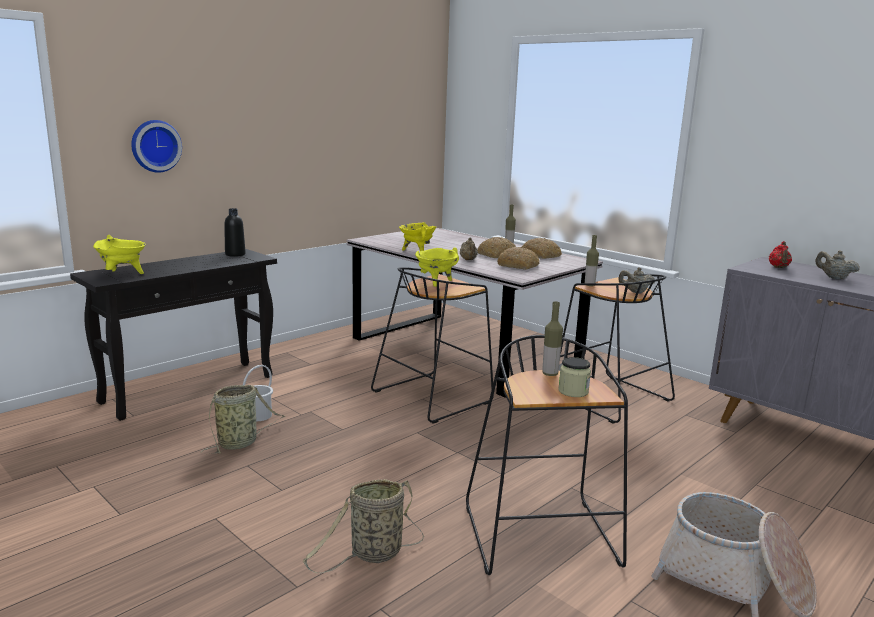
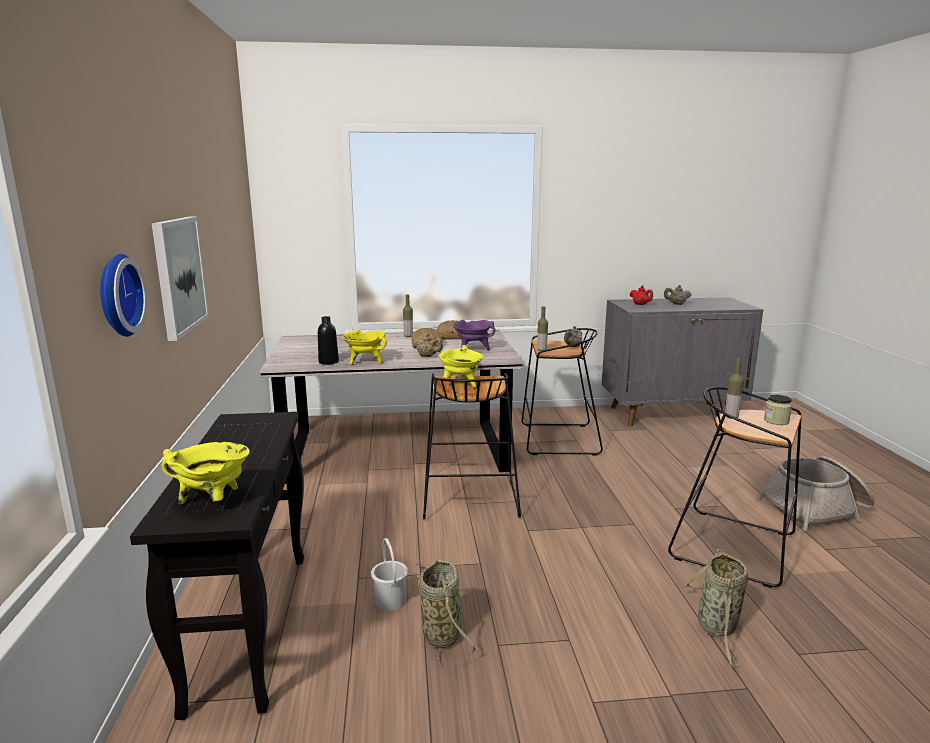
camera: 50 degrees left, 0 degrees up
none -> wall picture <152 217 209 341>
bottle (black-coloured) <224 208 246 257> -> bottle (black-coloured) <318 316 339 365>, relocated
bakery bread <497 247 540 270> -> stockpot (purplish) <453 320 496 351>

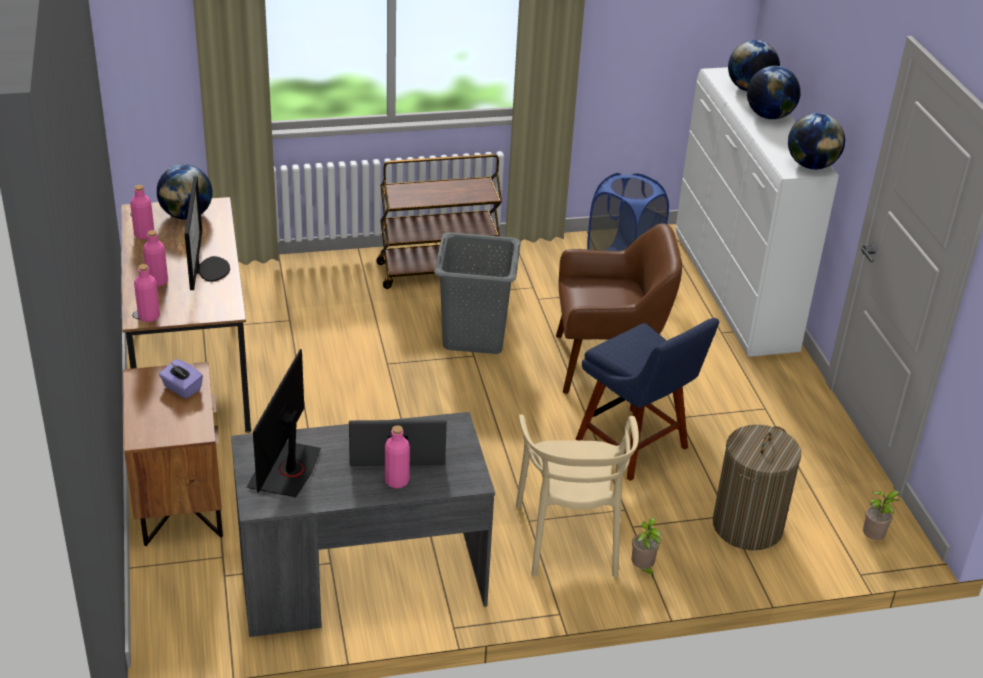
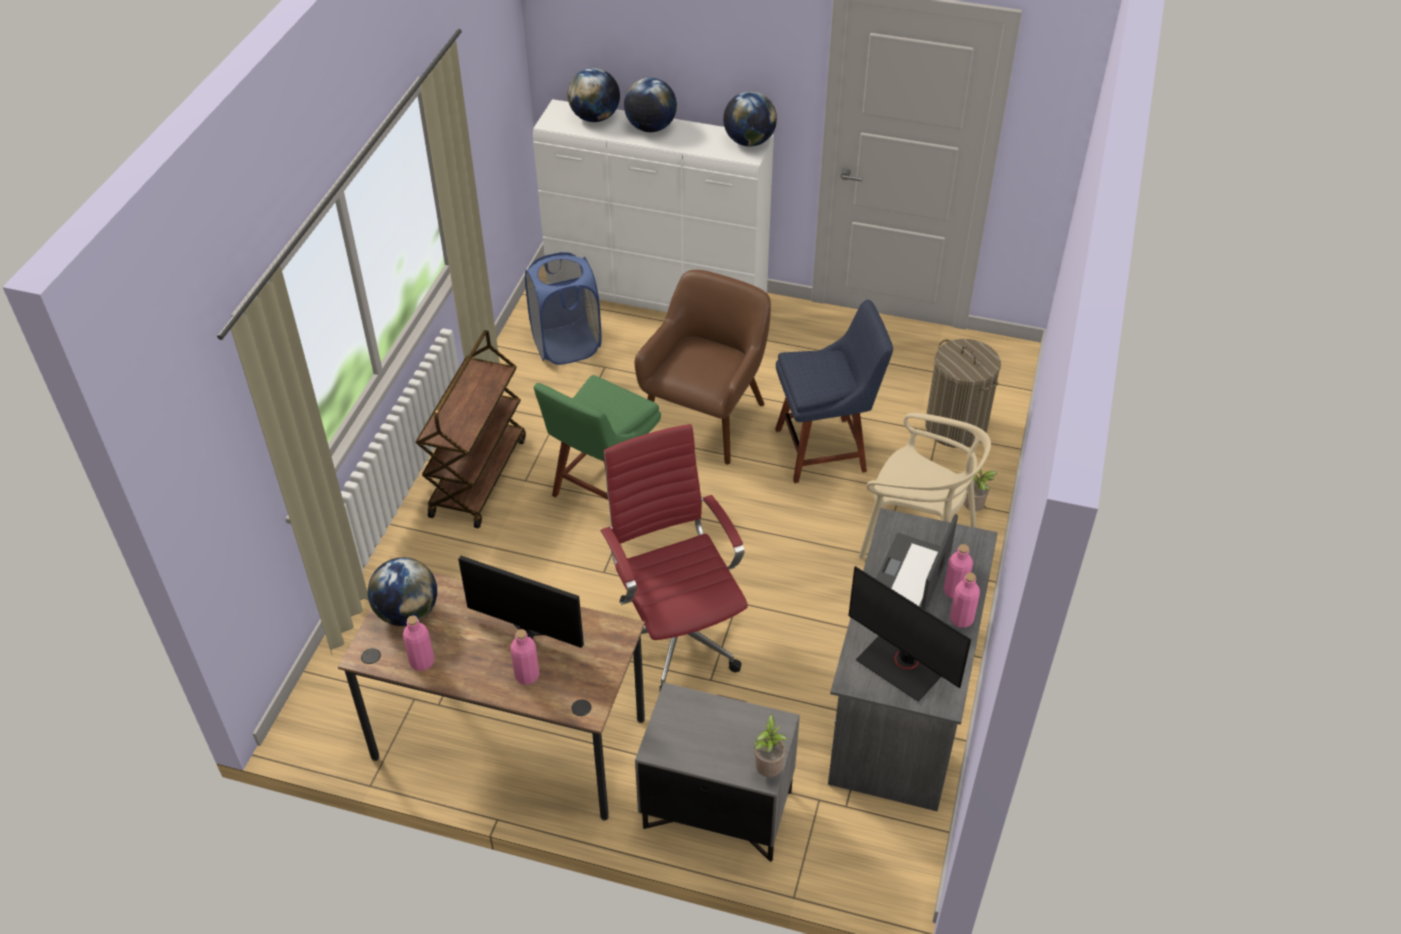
camera: 60 degrees left, 10 degrees up
hamper (grey) <434 232 521 354> -> plain chair (greenish) <534 375 661 500>
none -> office chair (red) <600 424 748 691>
night table (brown-coloured) <123 362 223 546> -> night table (grey) <635 683 800 862>
plant in a pot <863 490 900 540> -> plant in a pot <754 714 788 777>, relocated
bottle (pinkish) <134 264 160 322> -> bottle (pinkish) <950 573 980 628>, relocated
tissue box (purplish) <159 359 203 399> -> none

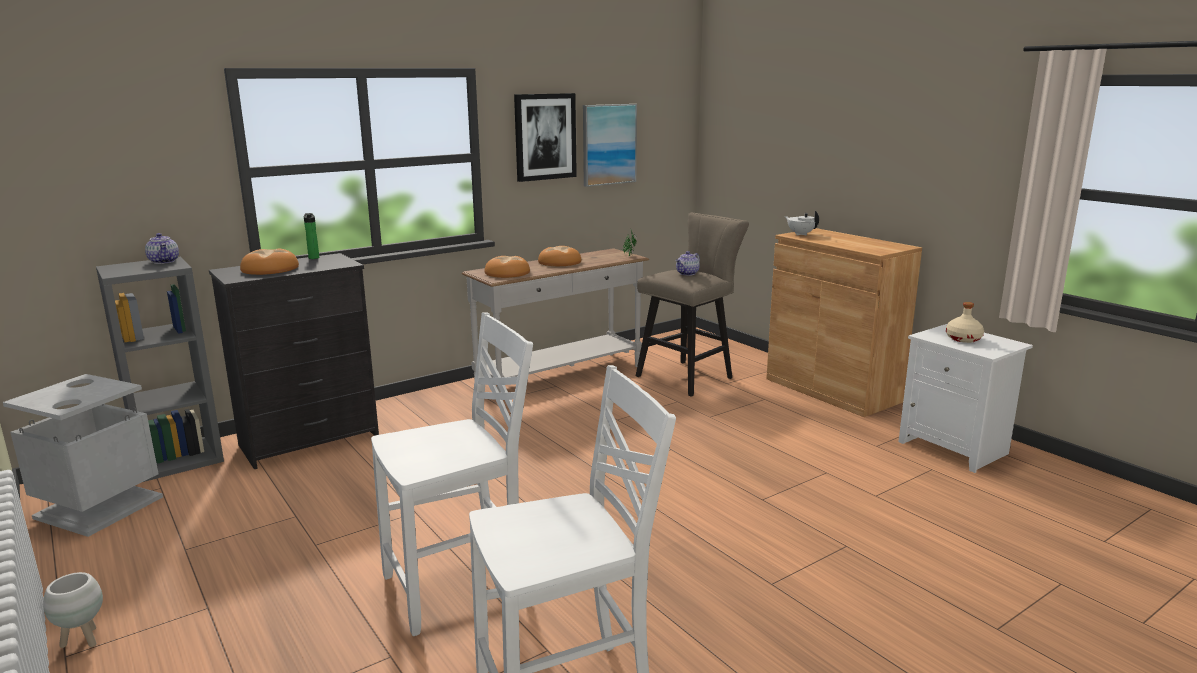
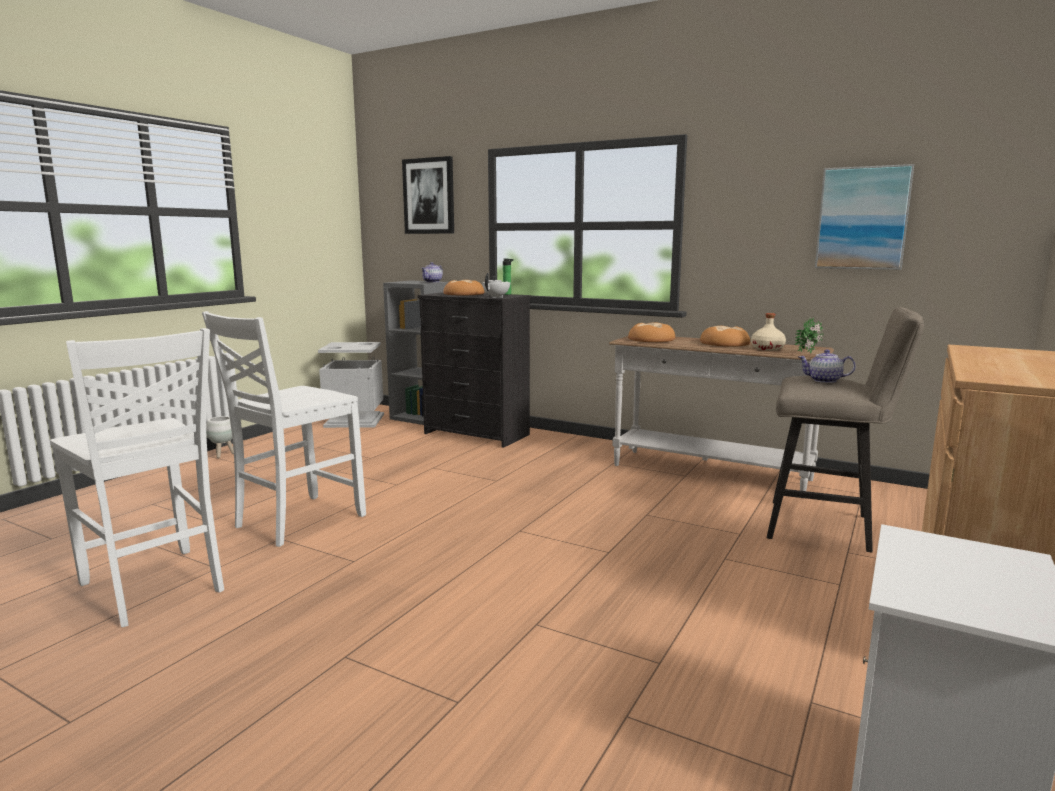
camera: 65 degrees right, 5 degrees down
plain chair (white) <371 312 533 636> -> plain chair (white) <202 311 366 547>, 90 degrees clockwise
wall picture <514 93 577 182> -> wall picture <402 156 454 234>, relocated
pot for tea (white) <785 211 819 236> -> pot for tea (white) <482 273 510 298>, relocated
bottle (sand-coloured) <946 302 984 343> -> bottle (sand-coloured) <751 313 786 351>, relocated

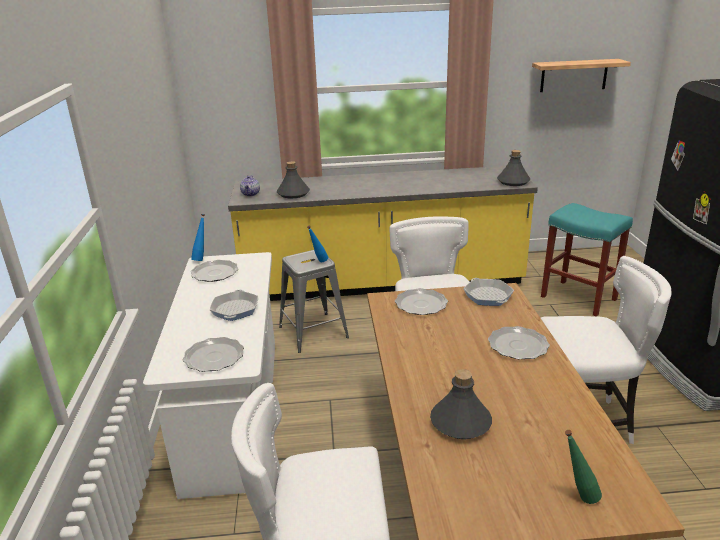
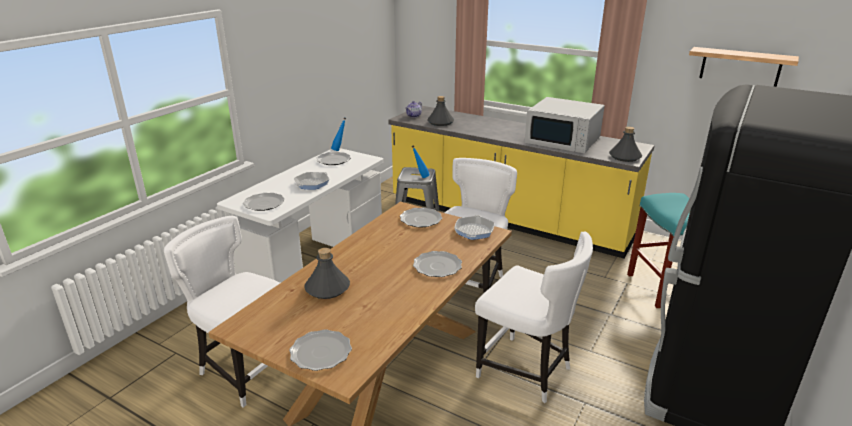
camera: 35 degrees right, 0 degrees up
bottle (greenish) <565 430 602 504> -> dinner plate <289 329 352 371>
none -> kitchen microwave (white) <525 97 605 153>

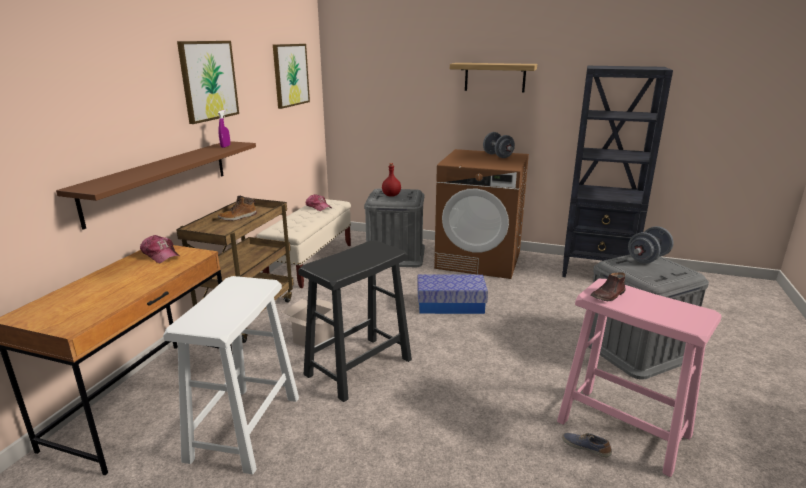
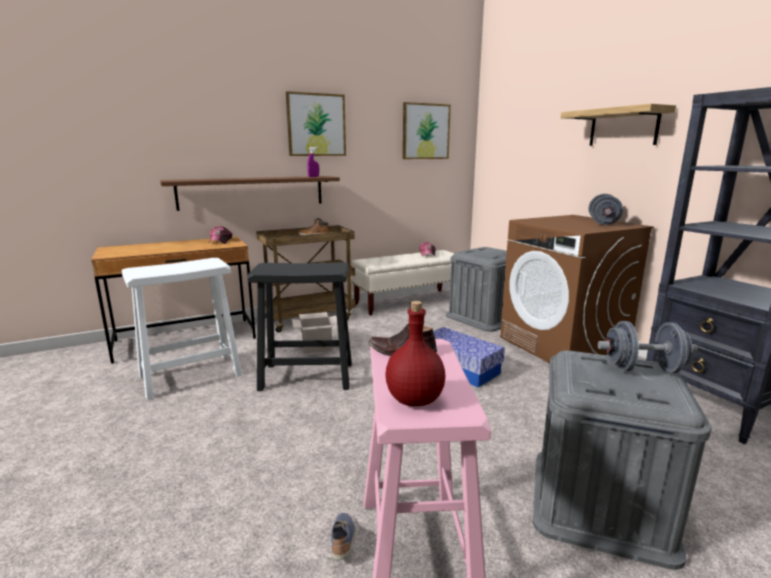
camera: 45 degrees right, 5 degrees down
bottle (red) <382 163 401 197> -> bottle (red) <386 301 446 406>, relocated

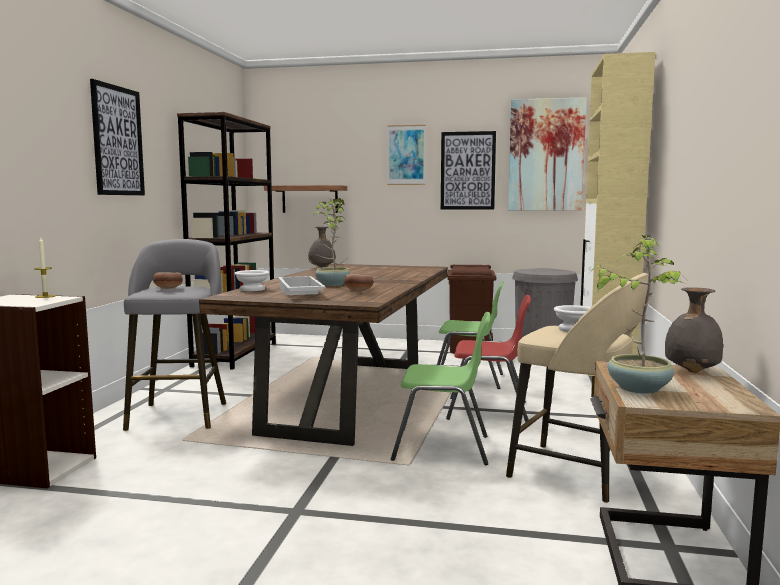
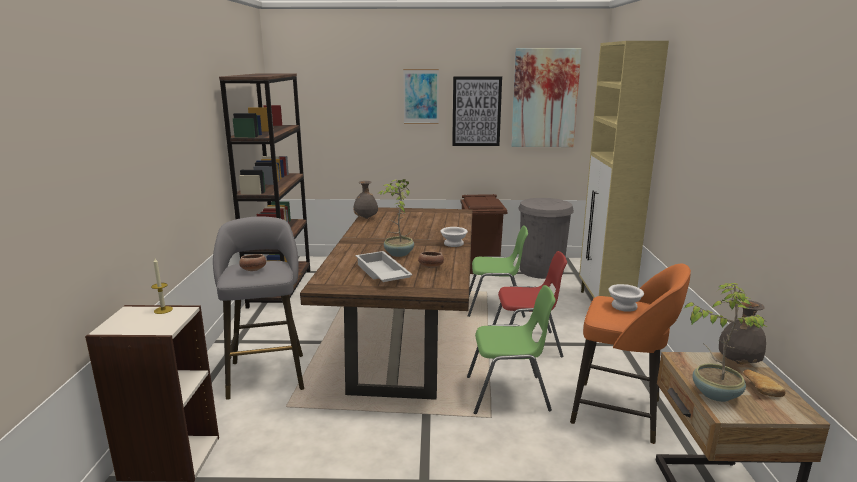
camera: 10 degrees left, 10 degrees up
serving bowl (white) <234 270 270 291> -> serving bowl (white) <440 227 468 247>, relocated
stool seat (sand-coloured) <506 273 648 503> -> stool seat (orange-coloured) <570 264 691 444>
none -> bakery bread <743 369 786 397>
wall picture <90 79 145 195> -> none
shelf <264 185 347 213> -> none

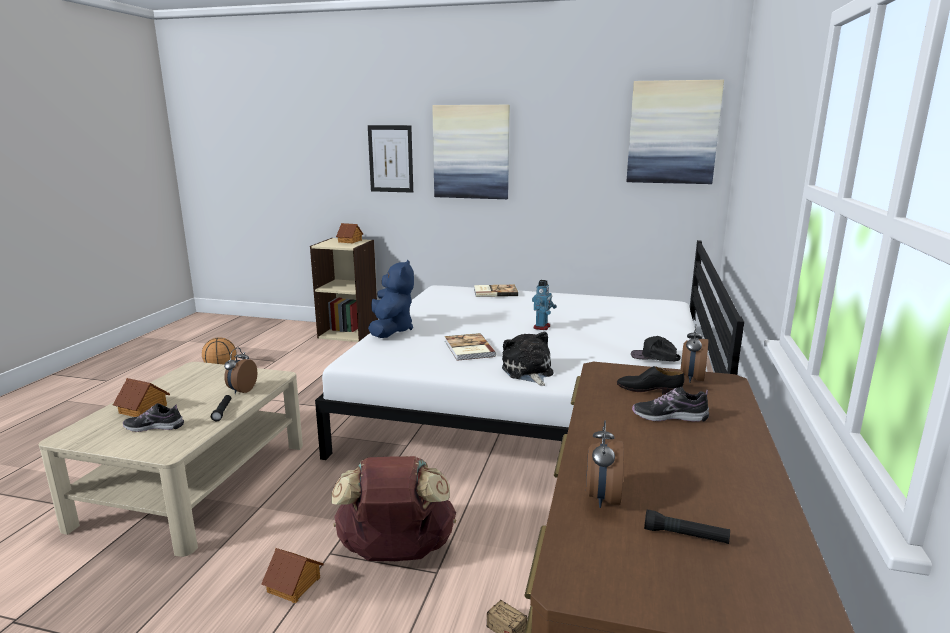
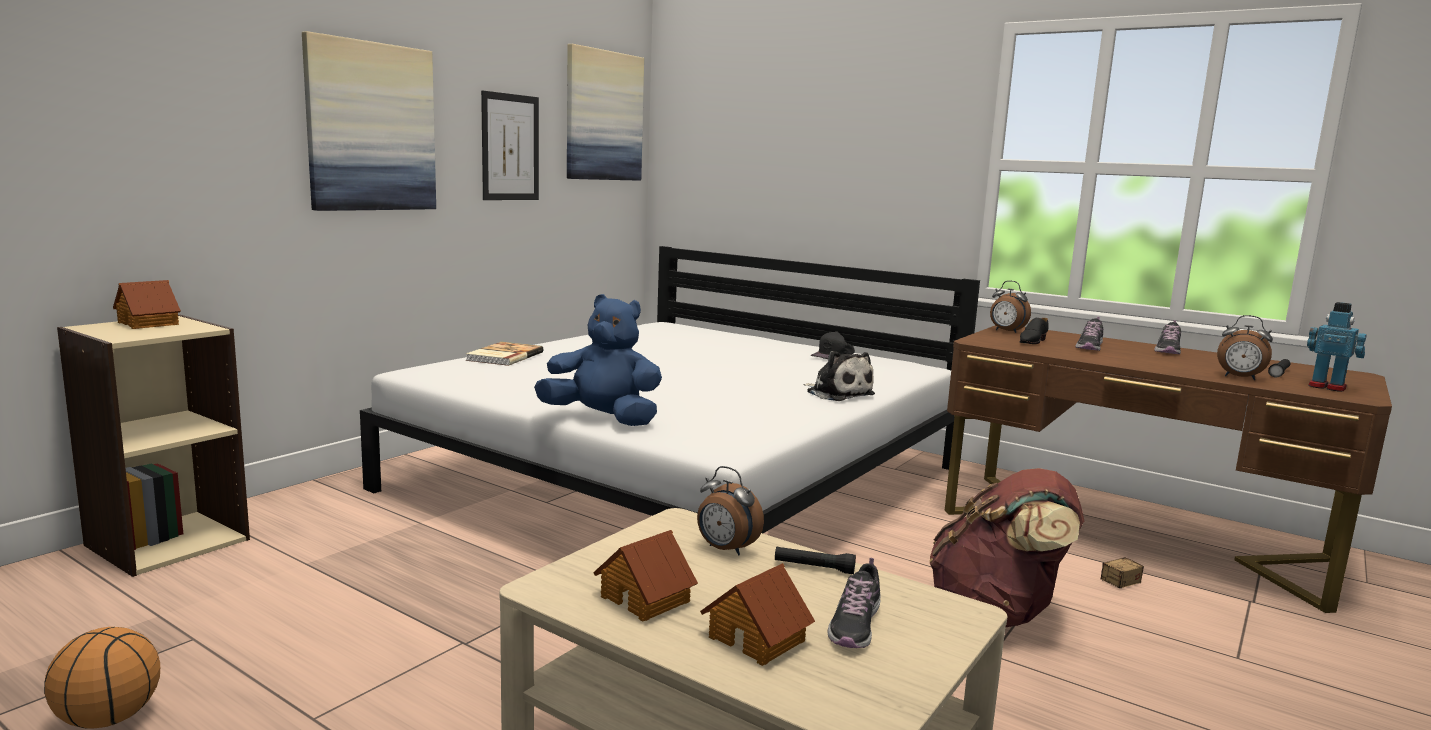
camera: 70 degrees left, 5 degrees down
wall picture <368 125 413 193> -> wall picture <481 90 539 200>, relocated
model house <261 548 324 603> -> model house <593 530 698 621>, relocated
cuddly toy <502 332 554 386> -> cuddly toy <804 351 875 401>, 135 degrees counterclockwise
none -> shoe <1154 320 1181 354>
robot figure <532 280 557 330> -> robot figure <1307 302 1366 392>, relocated
bound book <445 333 496 361> -> none

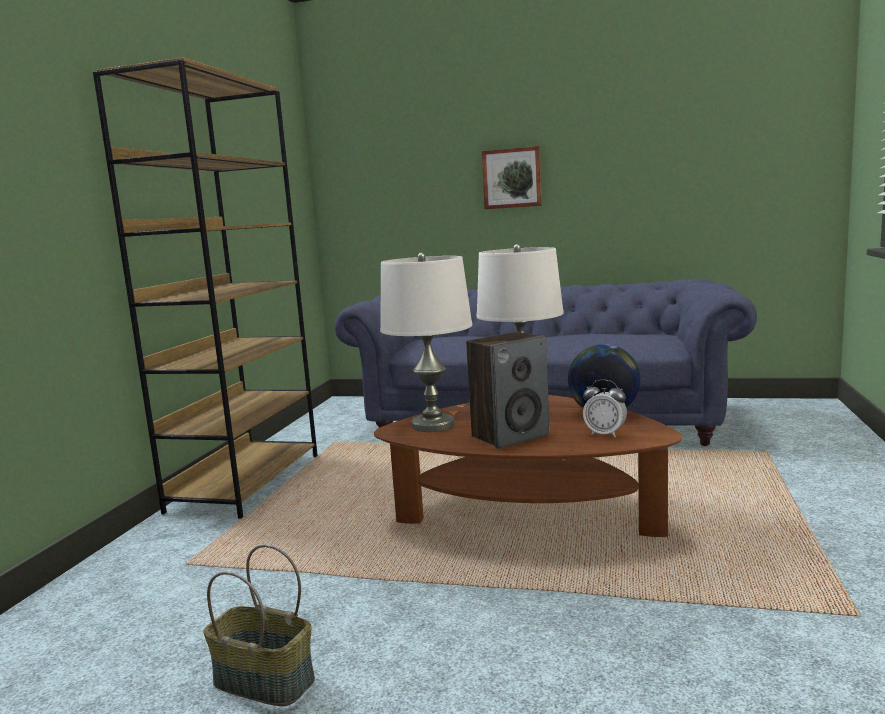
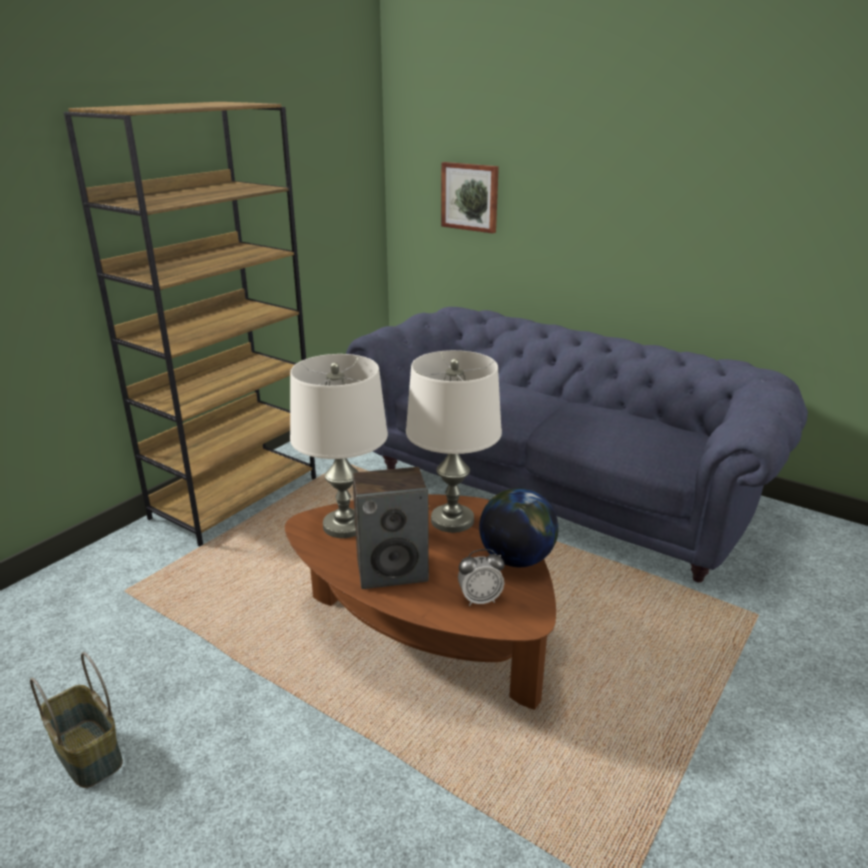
camera: 20 degrees right, 15 degrees up
wall picture <482 146 542 209> -> wall picture <441 162 499 233>, relocated
bedside clock <583 380 627 437> -> bedside clock <458 549 505 606>, 60 degrees counterclockwise

